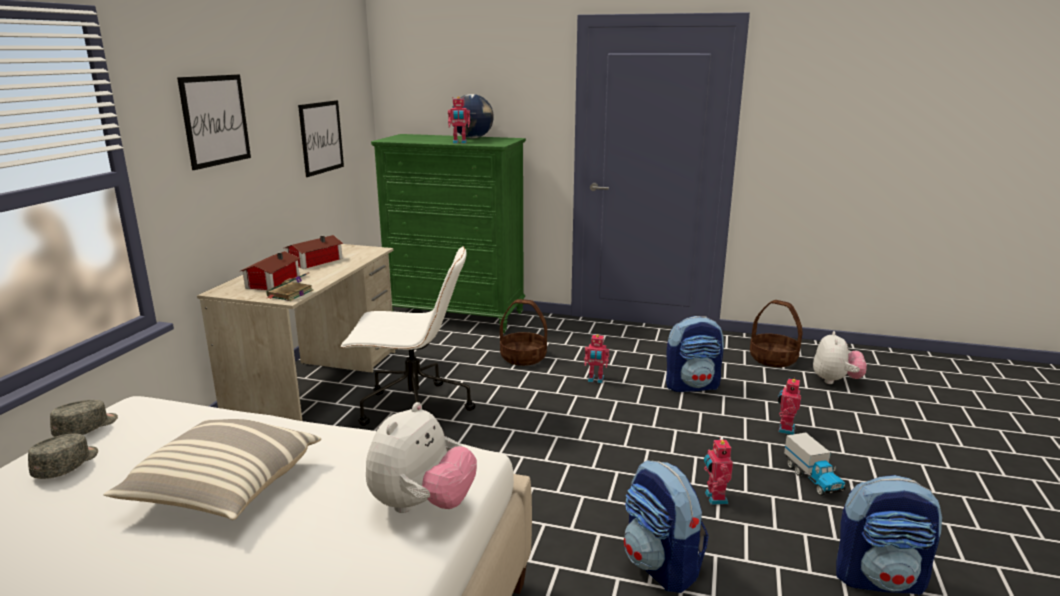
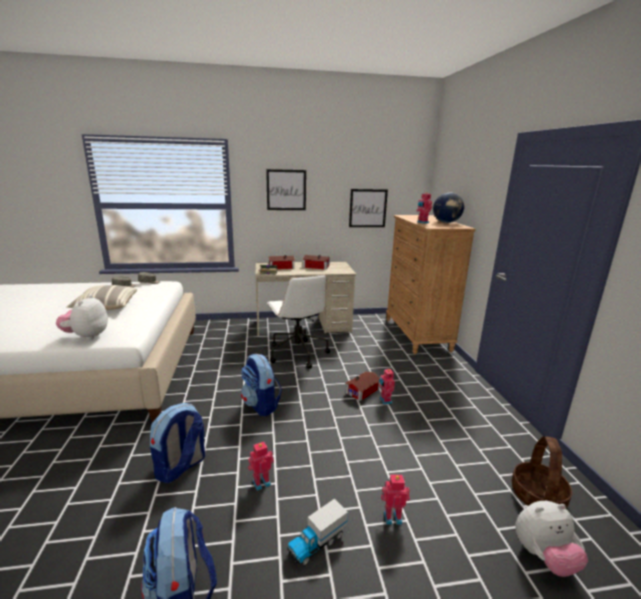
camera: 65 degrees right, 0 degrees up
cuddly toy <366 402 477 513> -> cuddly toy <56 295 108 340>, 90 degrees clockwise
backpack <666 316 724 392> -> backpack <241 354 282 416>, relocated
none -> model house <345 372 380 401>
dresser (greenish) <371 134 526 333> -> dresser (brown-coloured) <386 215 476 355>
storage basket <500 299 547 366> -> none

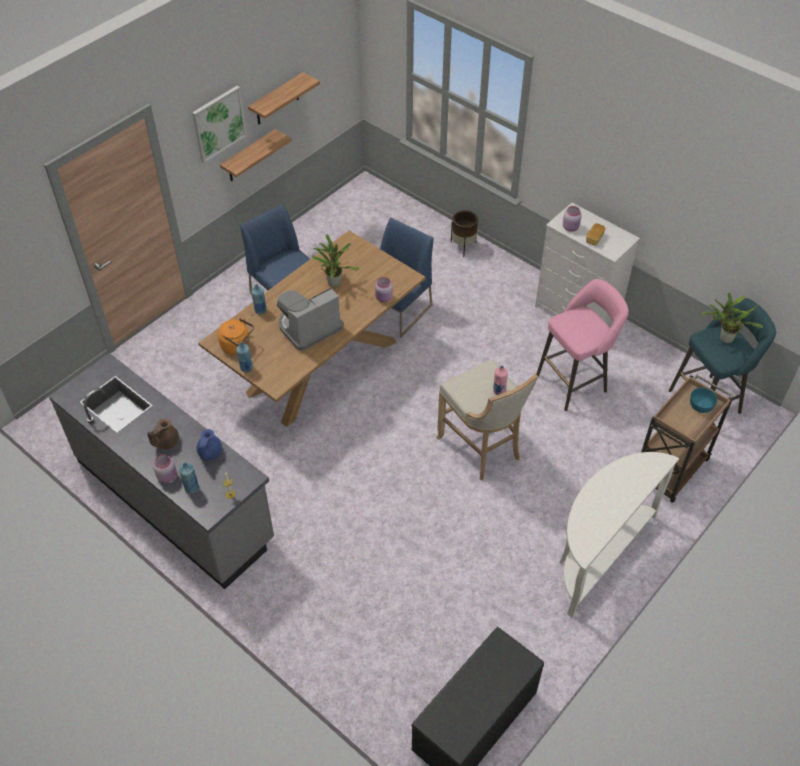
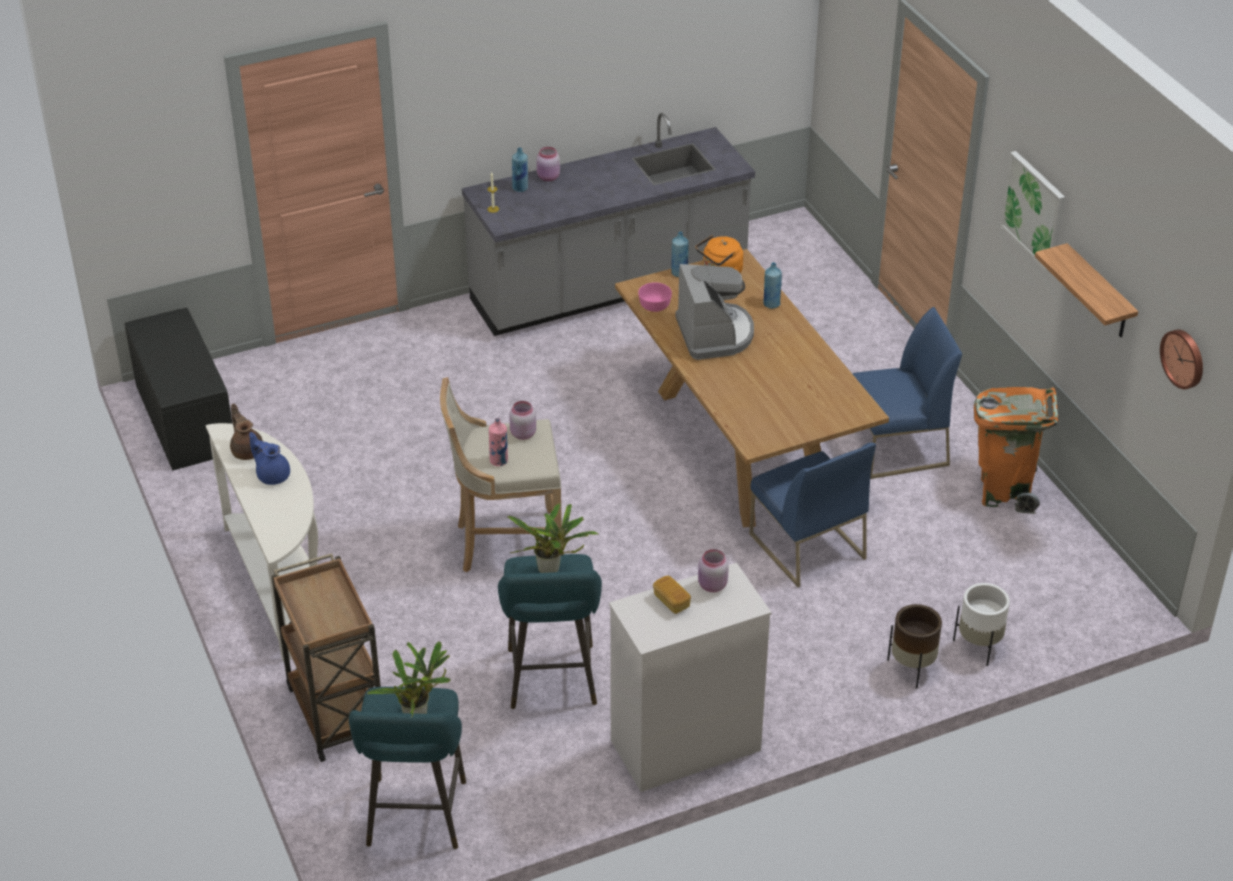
camera: 115 degrees right, 10 degrees down
pot for tea (brown-coloured) <147 419 179 449> -> pot for tea (brown-coloured) <230 404 263 460>, relocated
pot for tea (blue) <197 429 222 460> -> pot for tea (blue) <249 432 290 485>, relocated
stool seat (pinkish) <536 279 629 411> -> stool seat (turquoise) <498 554 602 709>
plant in a pot <312 234 359 287> -> plant in a pot <507 503 598 573>, relocated
storage jar (pinkish) <375 277 393 303> -> storage jar (pinkish) <509 401 536 440>, relocated
none -> serving bowl (pinkish) <638 282 672 312>
none -> planter (white) <953 583 1010 666>
none -> rubbish bin (orange-coloured) <974 387 1058 514>
none -> wall clock <1160 329 1203 389>
shelf <220 129 292 181> -> none
serving bowl (turquoise) <690 388 717 413> -> none

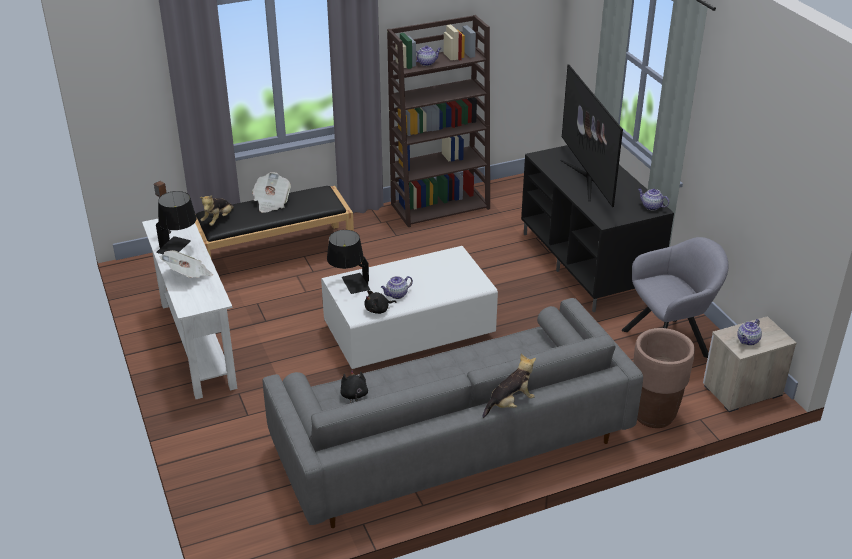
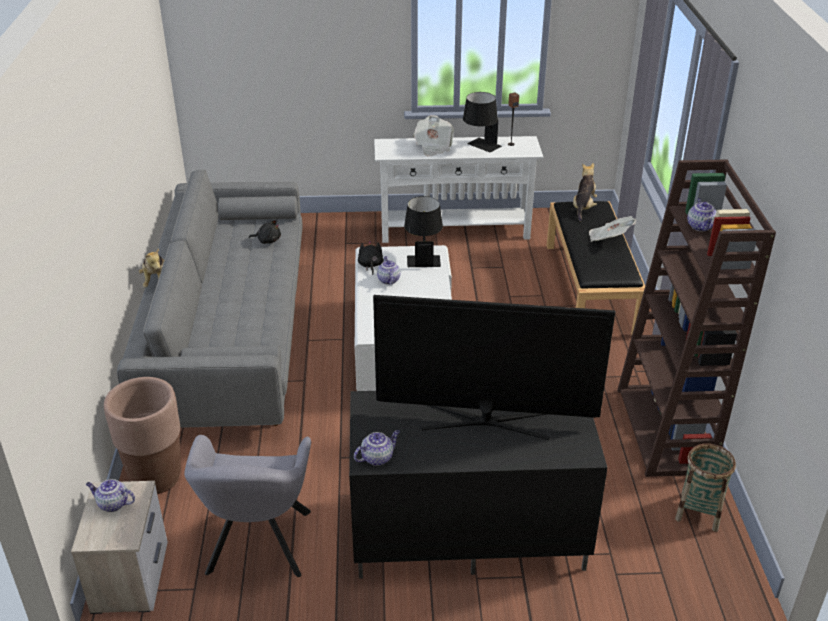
camera: 110 degrees right, 0 degrees up
pot for tea <737 319 762 345> -> pot for tea <86 479 135 512>, 45 degrees counterclockwise
cuddly toy <200 195 234 226> -> cuddly toy <573 163 597 222>, 60 degrees clockwise
none -> storage basket <675 443 736 532>

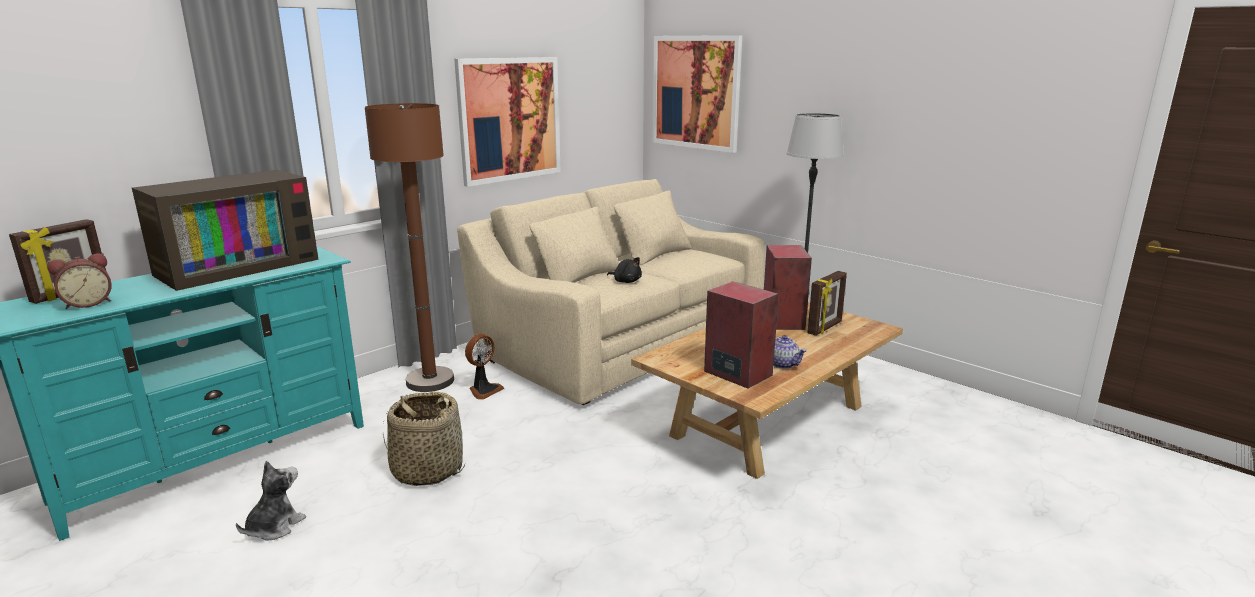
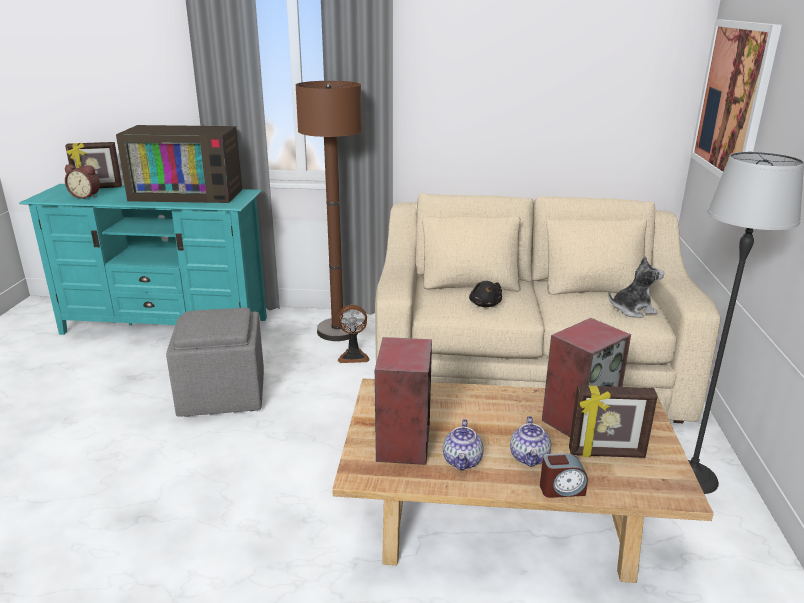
camera: 50 degrees right, 5 degrees up
storage basket <383 392 465 486> -> ottoman (grey) <166 308 264 417>
none -> pot for tea <510 416 551 467>
none -> bedside clock <540 453 588 498>
cuddly toy <236 461 306 540> -> cuddly toy <608 256 664 318>, relocated
wall picture <454 57 561 187> -> none

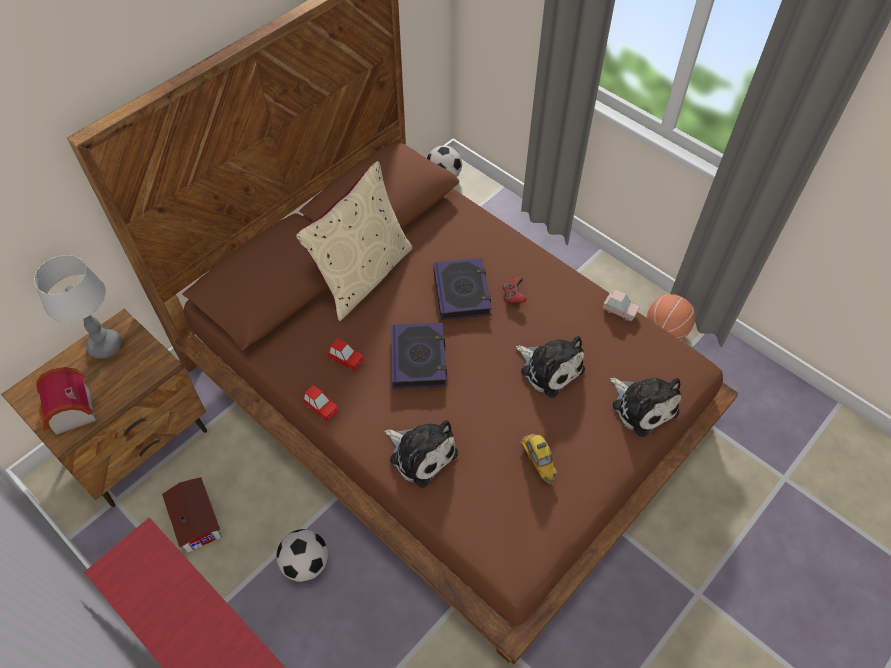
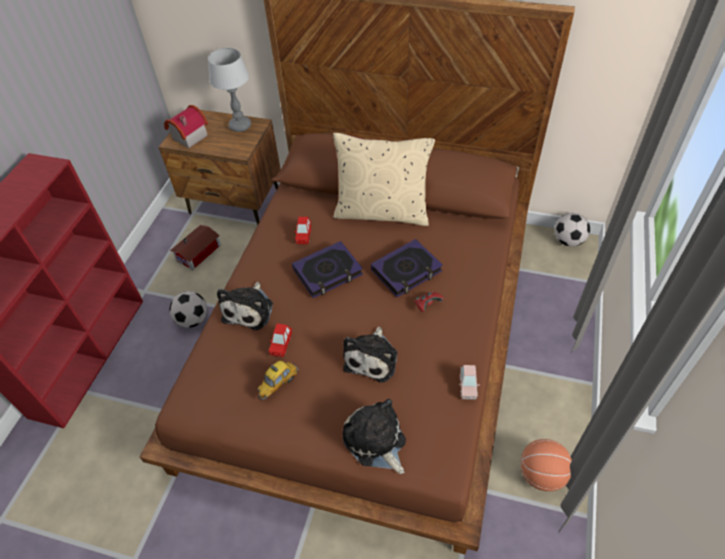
camera: 65 degrees right, 5 degrees down
model car (red) <301 385 338 421> -> model car (red) <269 324 292 357>, relocated
cuddly toy <610 378 681 437> -> cuddly toy <342 399 406 474>, 120 degrees clockwise

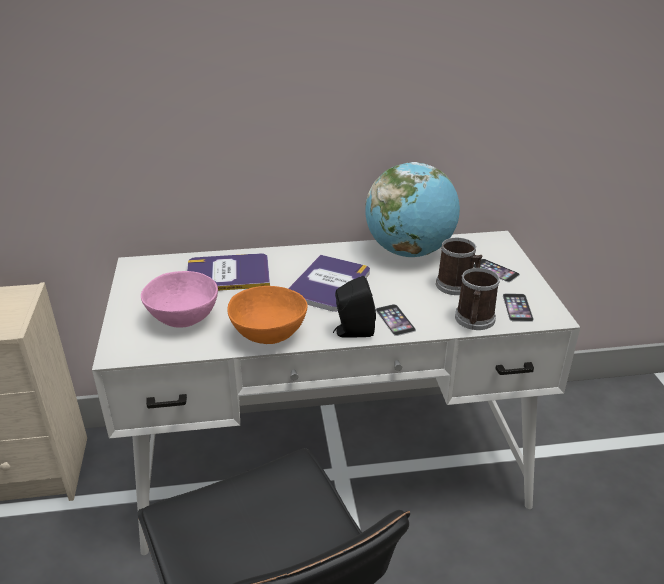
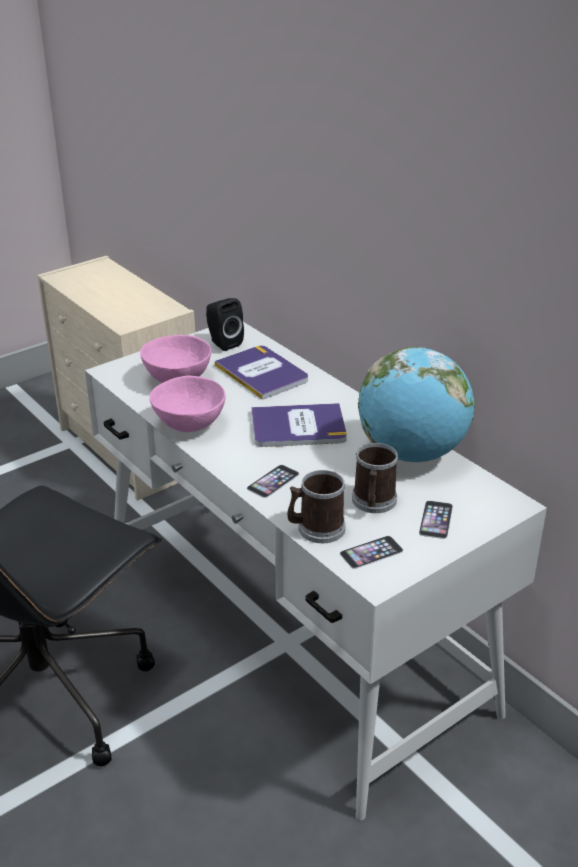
camera: 60 degrees right, 0 degrees up
serving bowl (orange-coloured) <227 286 308 344> -> serving bowl (pinkish) <150 375 226 432>
audio speaker (black-coloured) <333 276 376 338> -> audio speaker (black-coloured) <206 298 244 351>, relocated

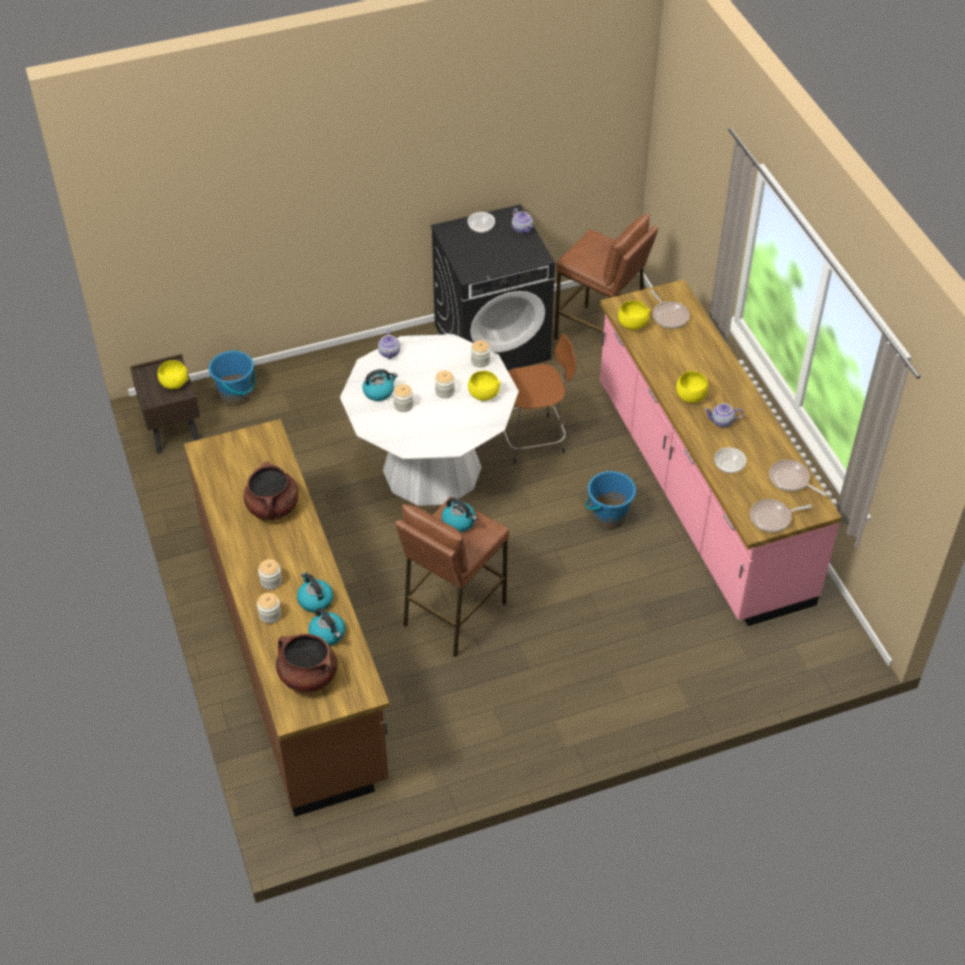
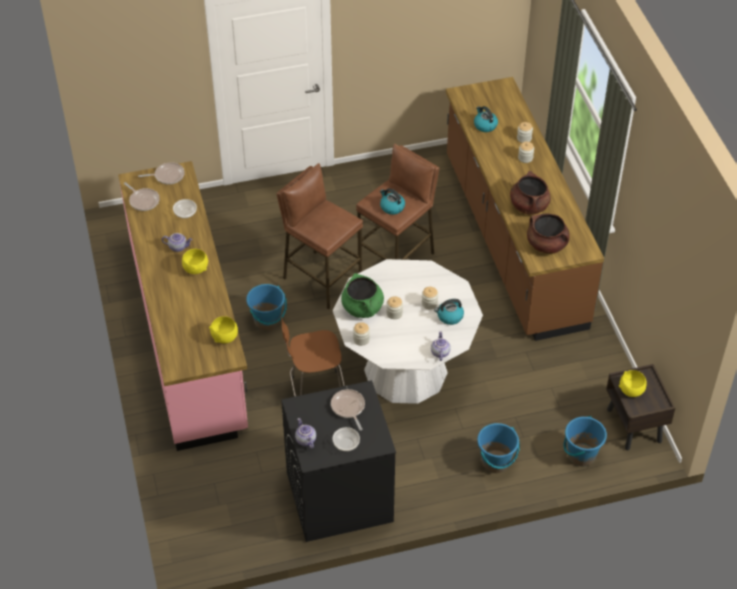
camera: 175 degrees left, 0 degrees up
stool seat (brown-coloured) <554 214 658 340> -> stool seat (brown-coloured) <276 163 363 310>, relocated
skillet <650 290 690 328> -> skillet <331 389 365 430>, relocated
serving bowl (yellow) <468 371 501 401> -> stockpot (greenish) <341 273 384 318>
none -> water bucket (blue) <477 423 520 473>
stockpot (brown-coloured) <276 634 338 693> -> stockpot (brown-coloured) <527 213 570 253>, relocated
water kettle <297 572 333 612> -> none

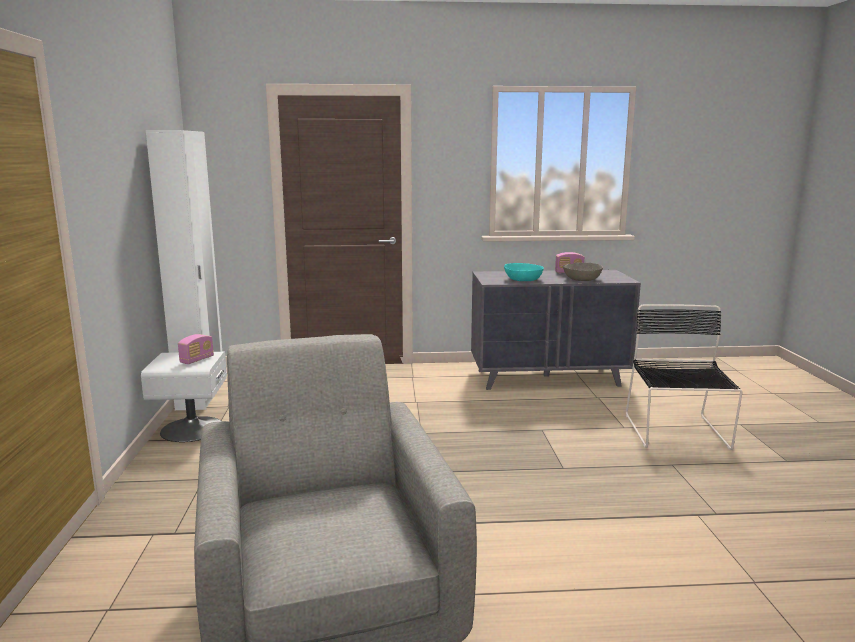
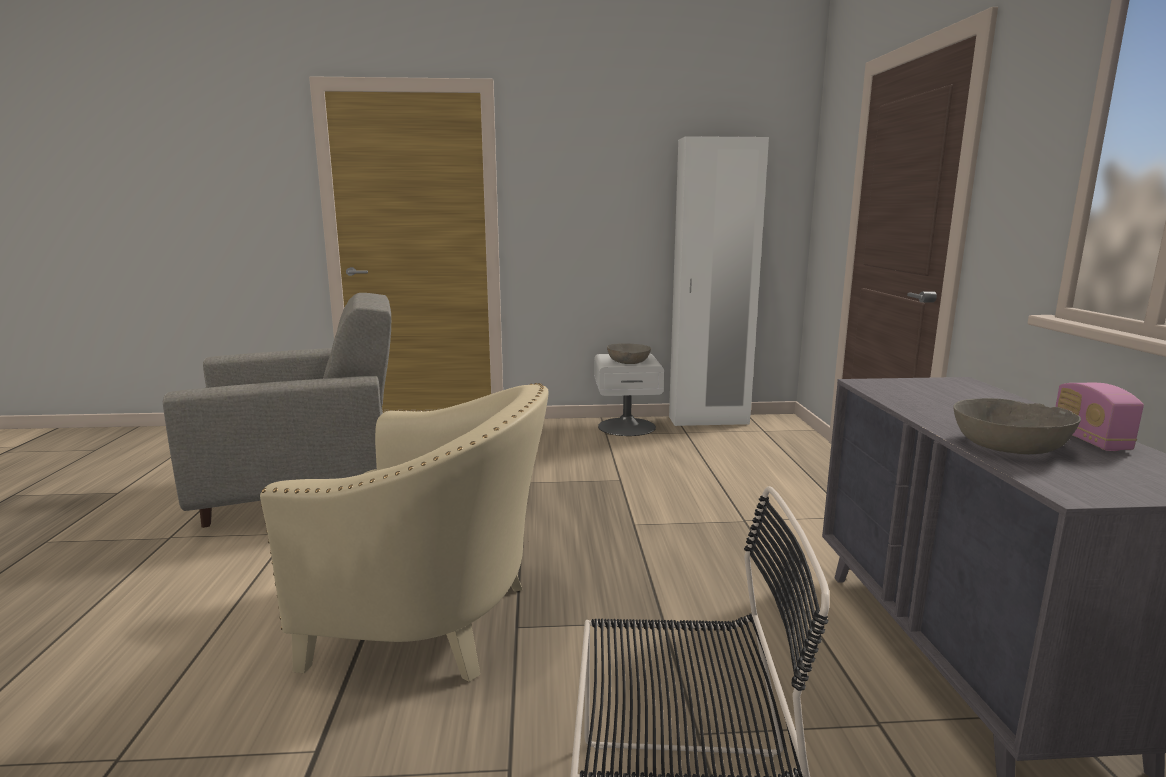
camera: 90 degrees right, 0 degrees up
none -> easy chair (sand-coloured) <260 383 549 682>
radio set <178 334 214 364> -> serving bowl (grey) <607 344 651 364>
serving bowl (turquoise) <504 263 544 281> -> none

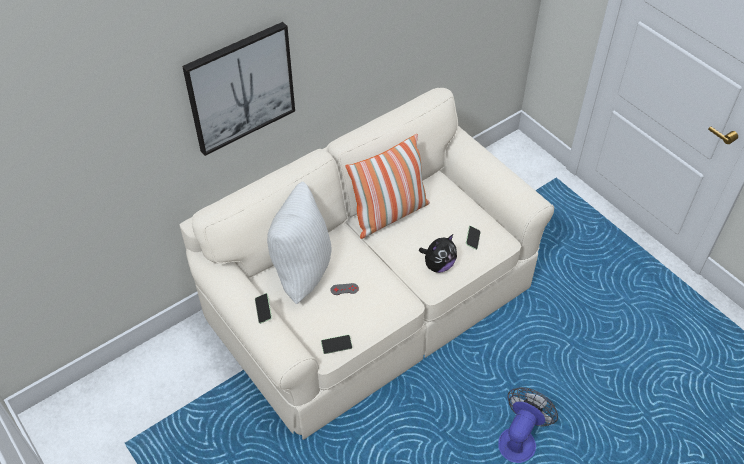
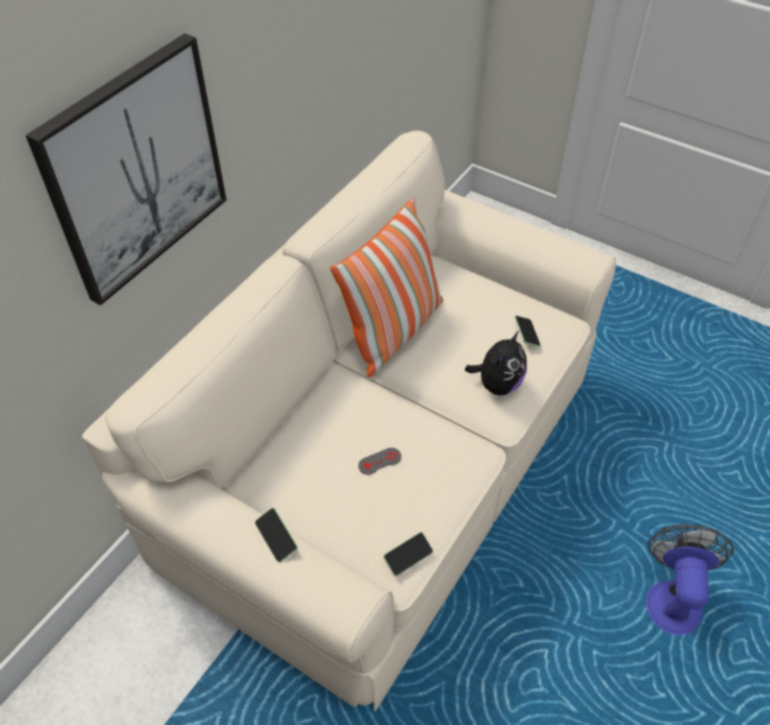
camera: 20 degrees left, 0 degrees up
cushion (white) <267 181 332 304> -> none

